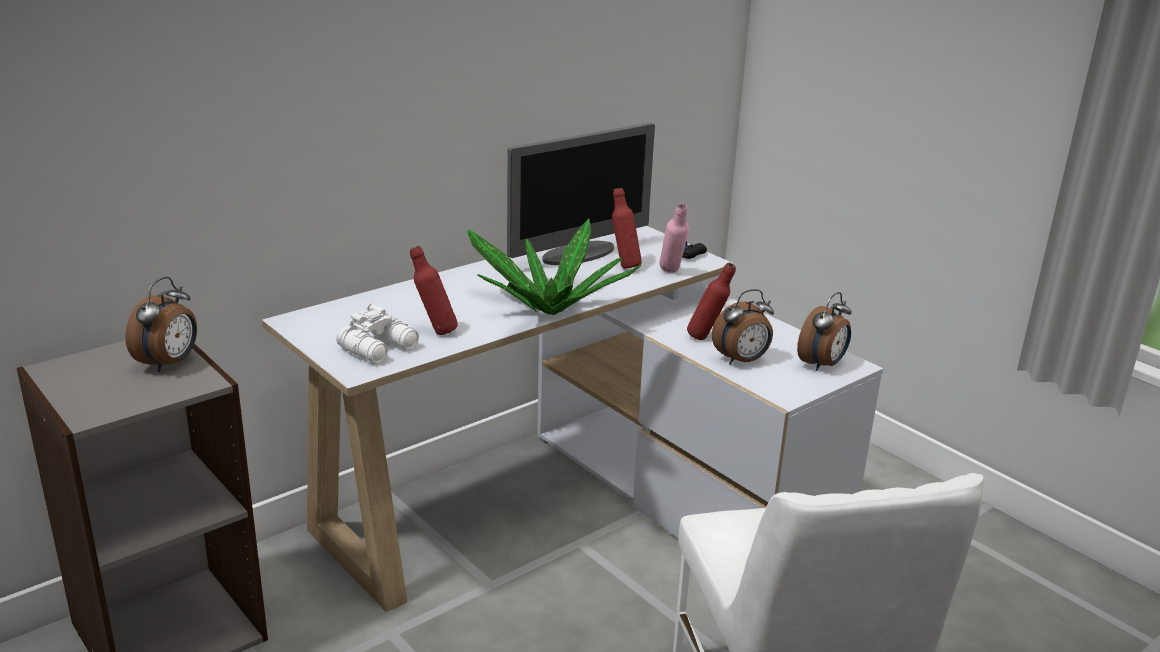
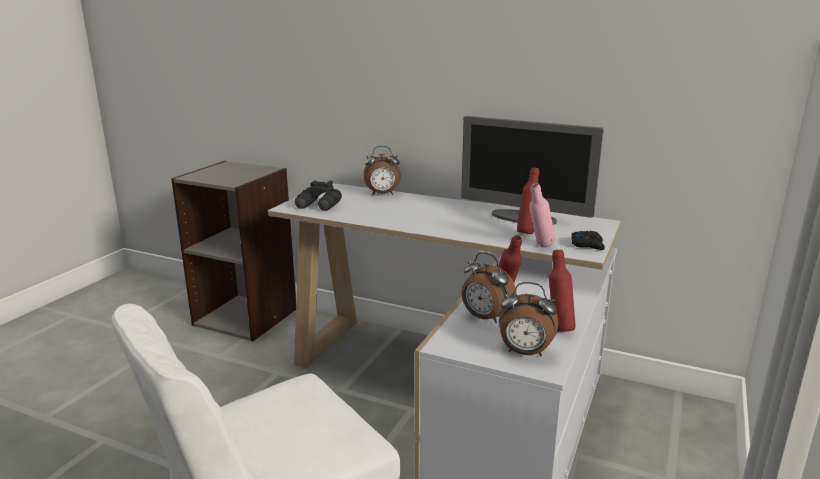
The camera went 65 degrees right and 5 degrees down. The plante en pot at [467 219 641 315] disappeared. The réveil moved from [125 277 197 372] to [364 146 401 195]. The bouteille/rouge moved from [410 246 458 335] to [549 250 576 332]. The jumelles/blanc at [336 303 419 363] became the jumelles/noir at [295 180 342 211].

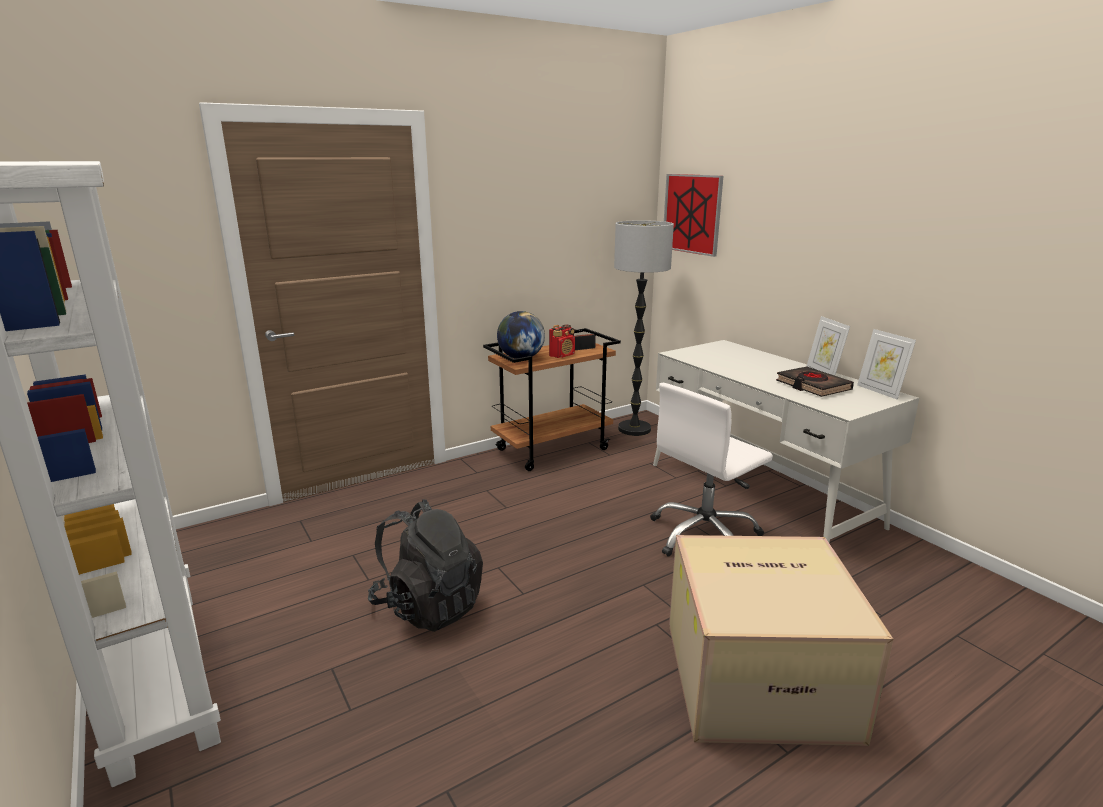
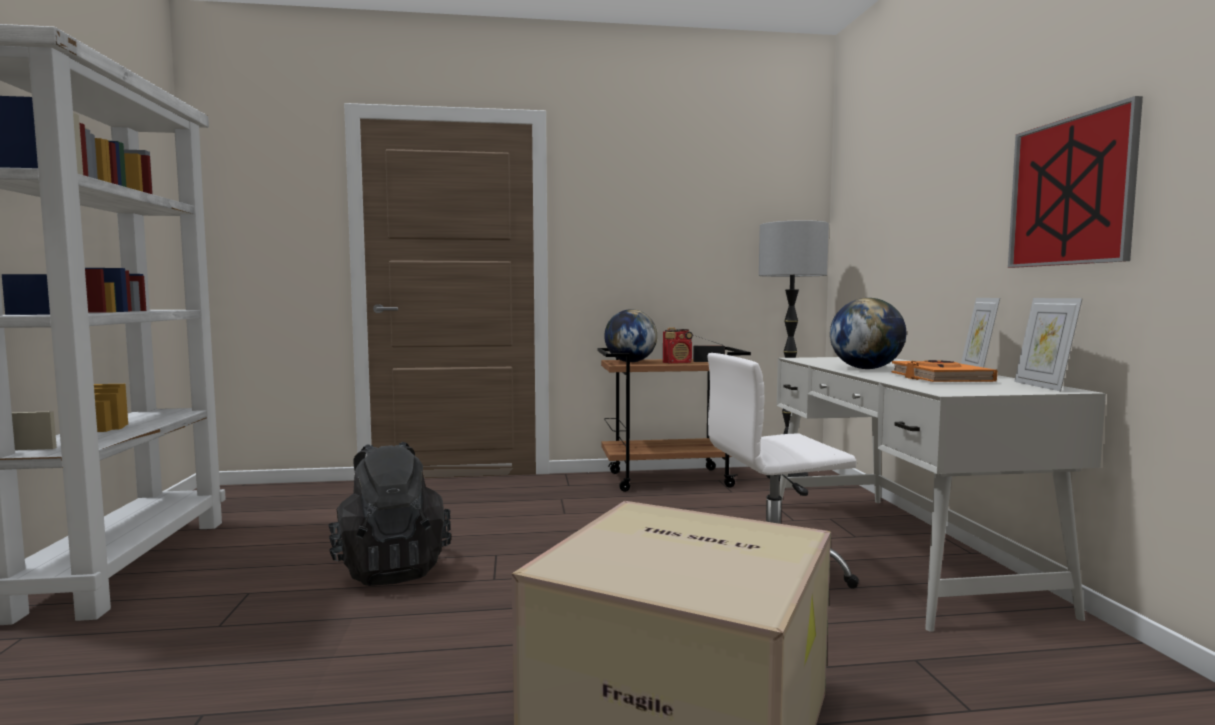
The camera went 25 degrees right and 15 degrees down. The globe at [830 298 906 369] appeared. The tableau moved from [664 174 723 257] to [1008 96 1143 268]. The livre/noir at [776 367 854 397] became the livre/orange at [892 360 997 382].

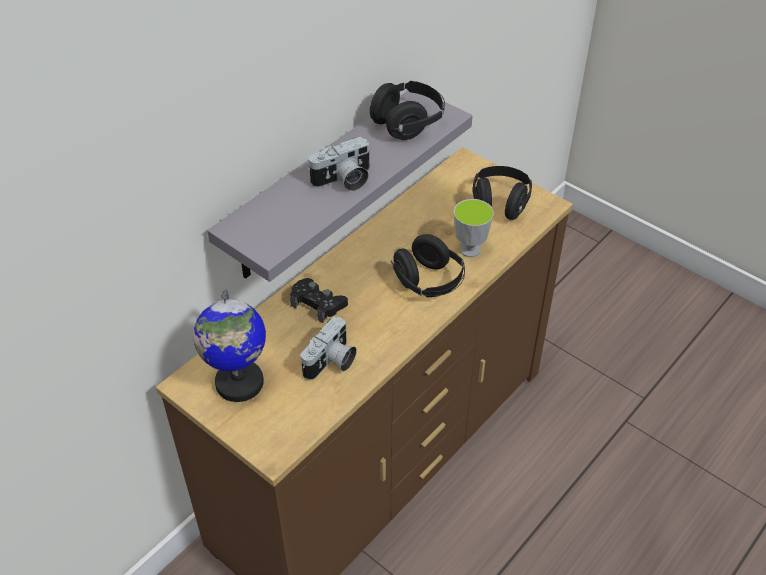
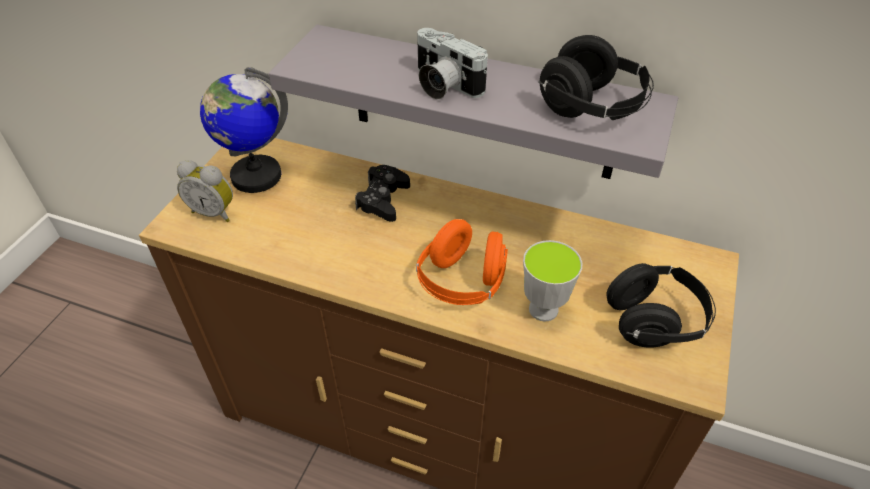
The camera went 70 degrees right and 0 degrees up. The appareil photo at [301 316 357 380] disappeared. The réveil at [177 160 233 222] appeared. The casque audio/noir at [391 234 465 298] became the casque audio/orange at [416 219 508 305].

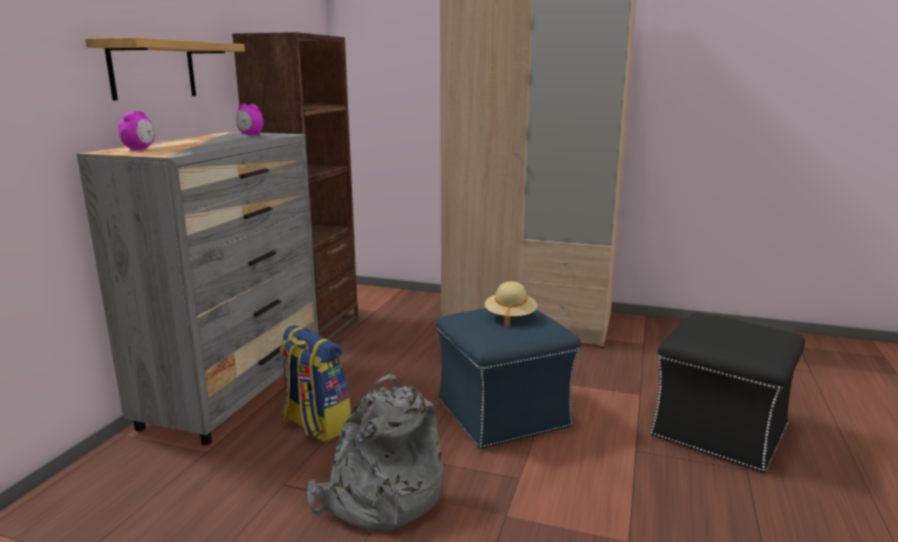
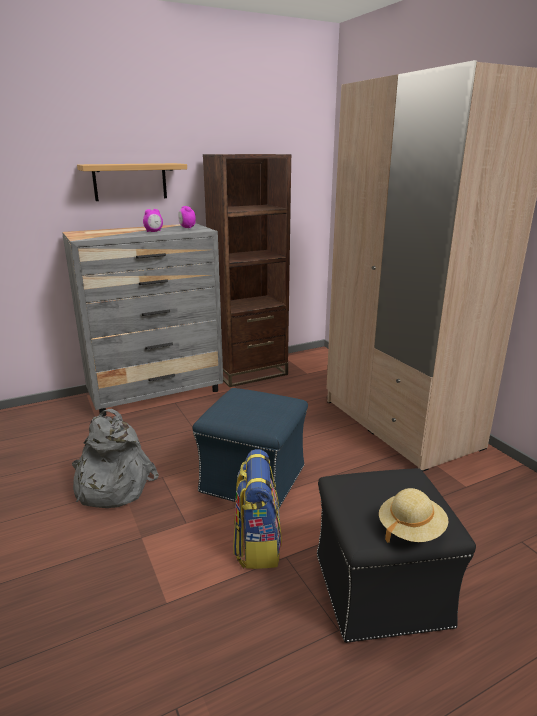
The camera went 45 degrees right and 5 degrees up. The réveil moved from [118 111 154 151] to [143 209 163 232]. The sac à dos moved from [280 325 351 442] to [233 449 282 569]. The chapeau/beige moved from [485 281 537 327] to [379 488 448 543].

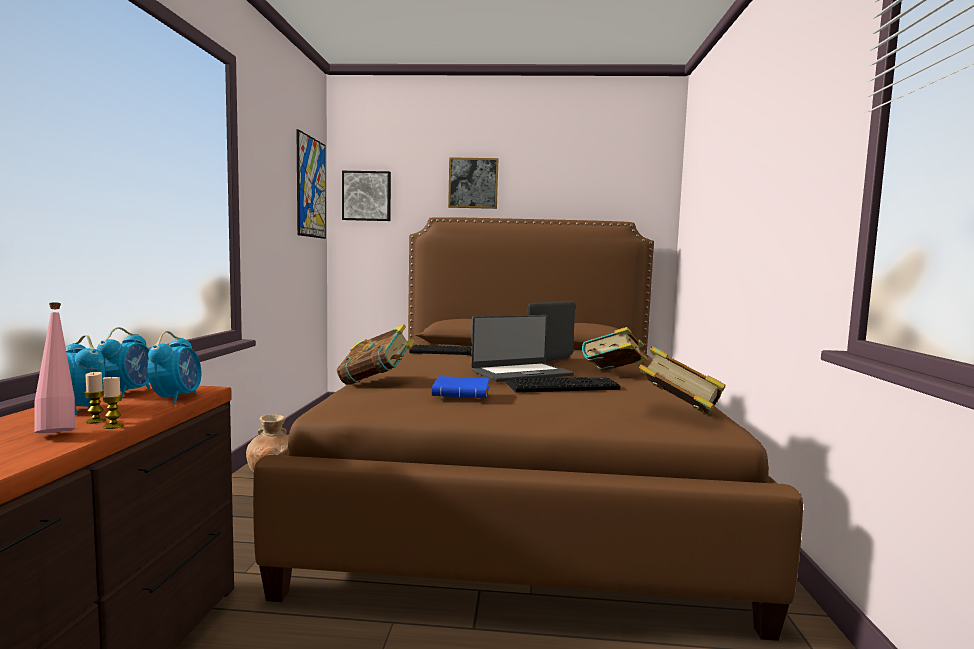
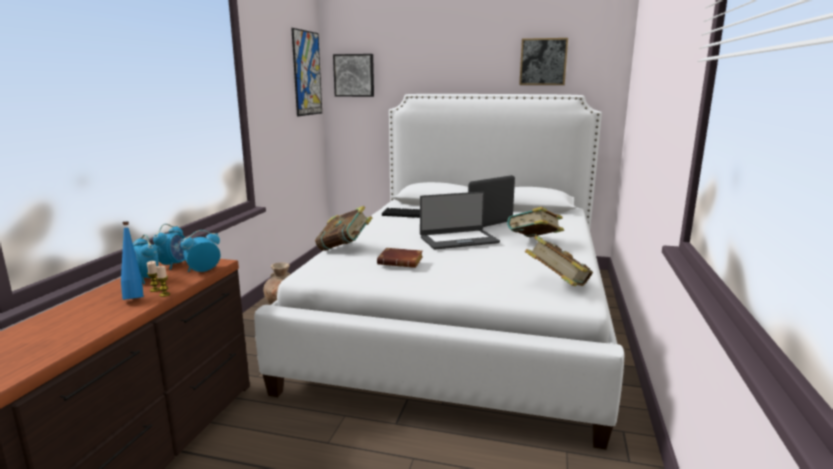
The camera went 10 degrees right and 10 degrees up. The clavier at [506 377 621 393] disappeared. The tableau moved from [448 157 498 209] to [519 38 568 85]. The bouteille/rose at [34 302 75 433] became the bouteille/bleu at [121 222 144 300]. The lit/marron at [253 217 803 641] became the lit/blanc at [254 94 624 450]. The livre/bleu at [431 376 489 398] became the livre/marron at [377 248 423 268]. The réveil at [148 331 201 404] turned 135 degrees counterclockwise.

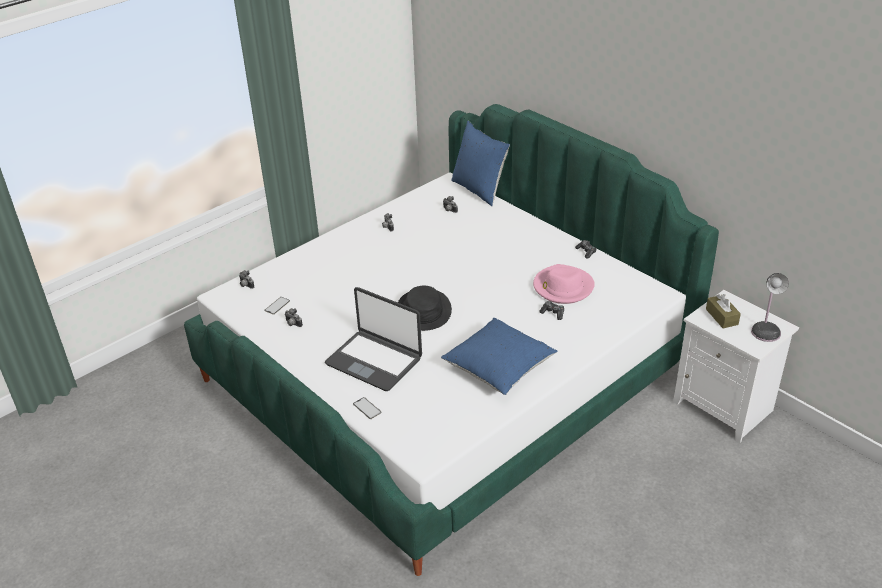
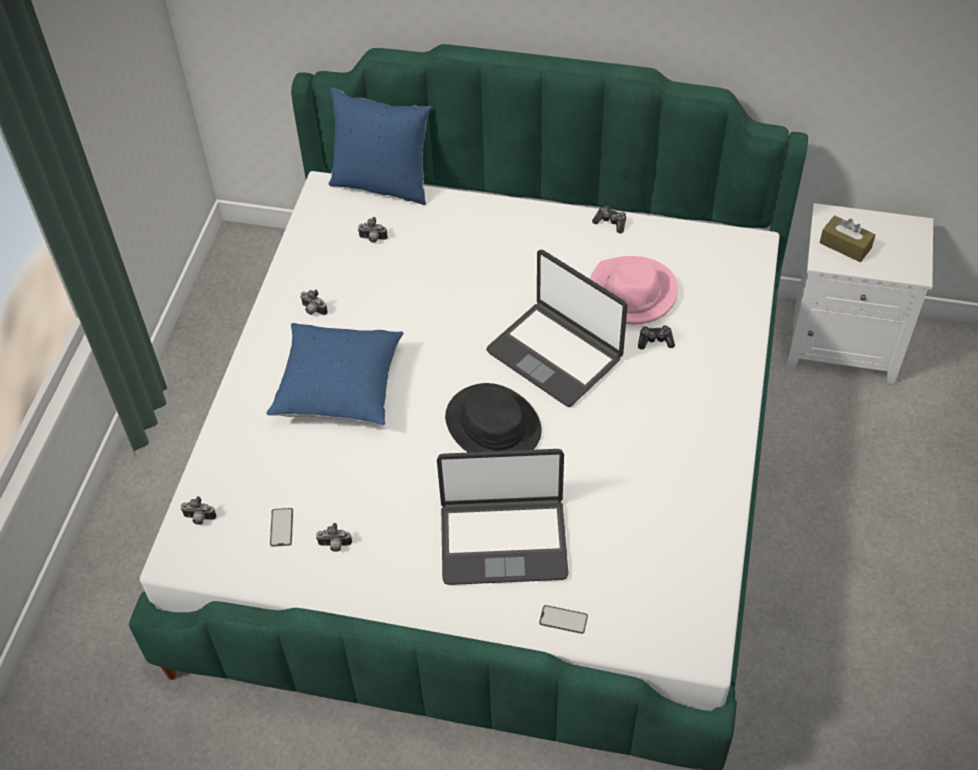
The camera went 35 degrees left and 15 degrees up. The lampe de table at [751 273 789 342] disappeared. The ordinateur portable at [486 250 628 407] appeared. The coussin/bleu moved from [441 318 558 395] to [266 323 403 425].

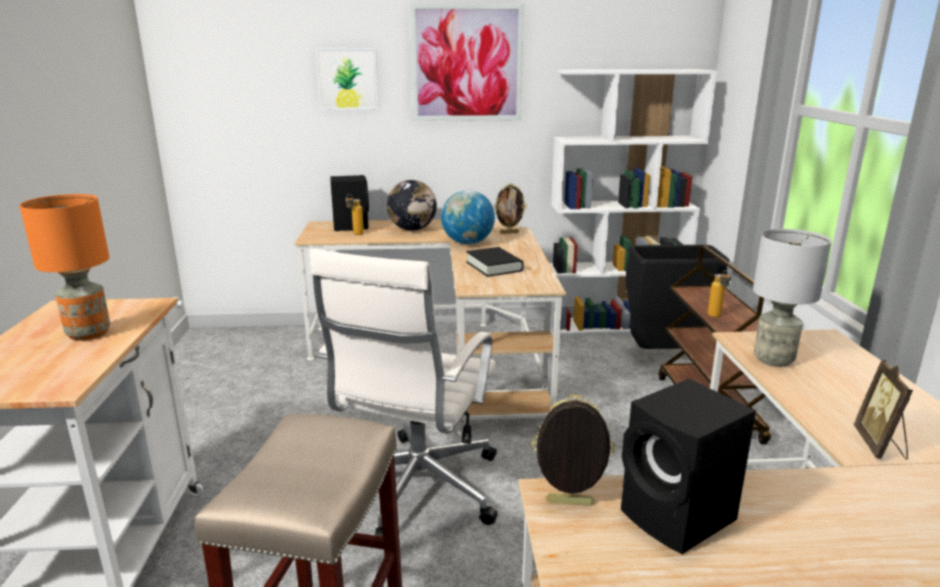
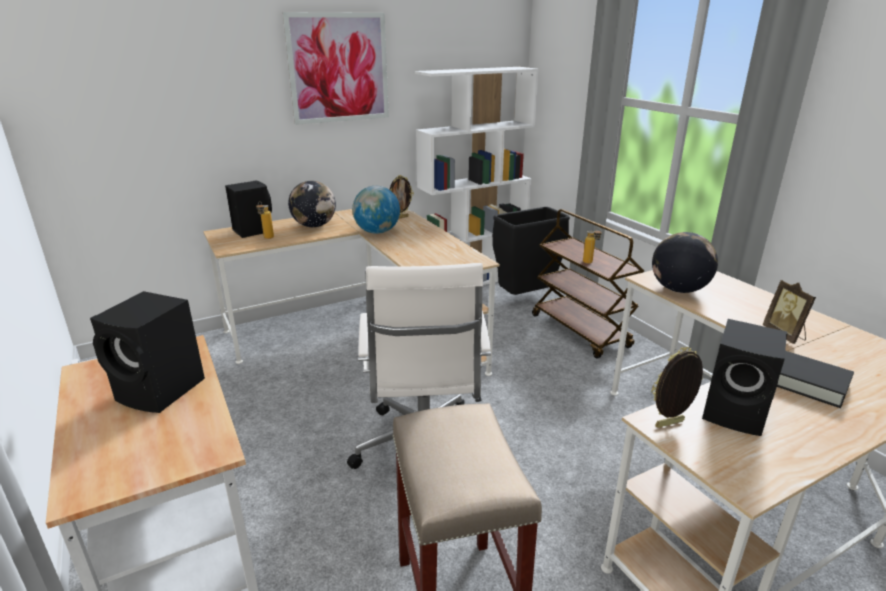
The camera went 25 degrees left and 5 degrees up. The tableau at [316 48 379 110] disappeared. The livre/noir moved from [466 247 524 277] to [777 351 854 408]. The lampe de table/orange at [19 194 110 340] was replaced by the enceinte/noir at [90 291 205 413]. The lampe de table/gris at [753 229 832 367] was replaced by the globe at [652 232 718 293].

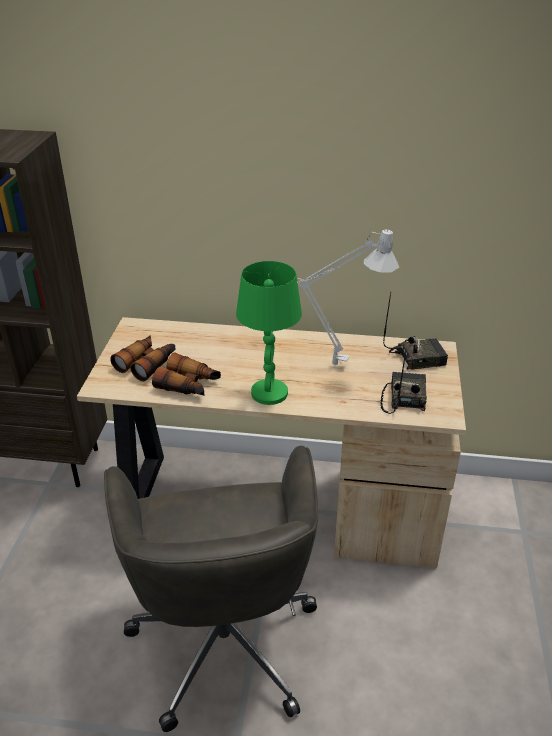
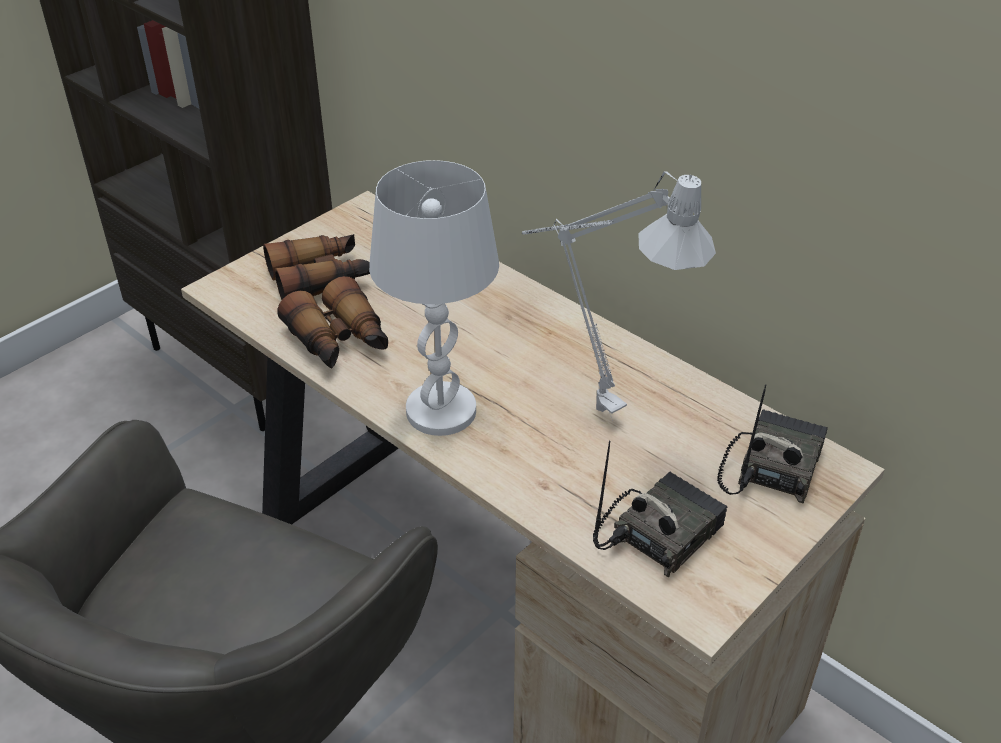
The camera went 35 degrees right and 5 degrees up. The lampe de table/vert at [236 261 302 405] became the lampe de table/blanc at [369 160 499 436]. The radio at [383 293 448 370] turned 90 degrees counterclockwise.

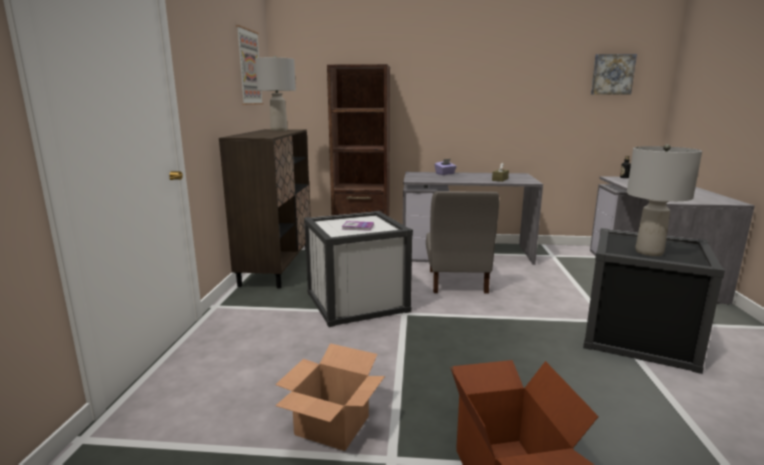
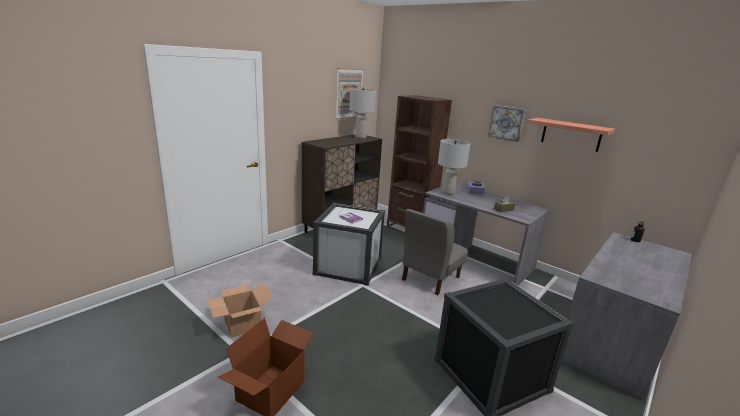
The camera went 35 degrees right and 5 degrees up. The étagère at [527 118 615 152] appeared. The tableau moved from [591 54 637 94] to [488 105 526 142]. The lampe de table/gris moved from [627 144 702 256] to [438 139 471 195].

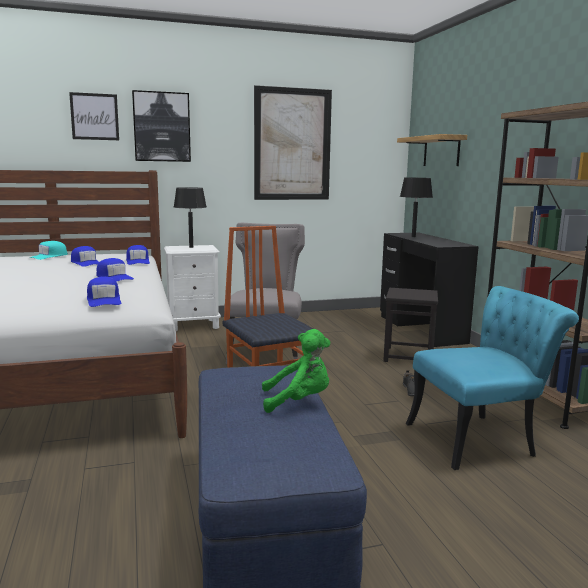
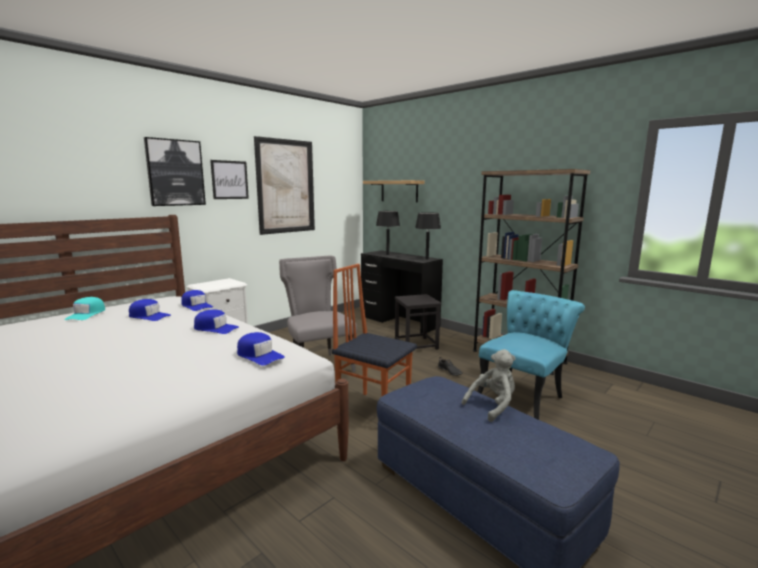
The camera went 30 degrees left and 0 degrees up. The tableau moved from [69 92 119 140] to [210 160 249 199]. The lampe de table/noir moved from [174 187 207 248] to [415 212 441 260]. The peluche/vert at [262 329 330 413] became the peluche/gris at [462 349 516 422].

